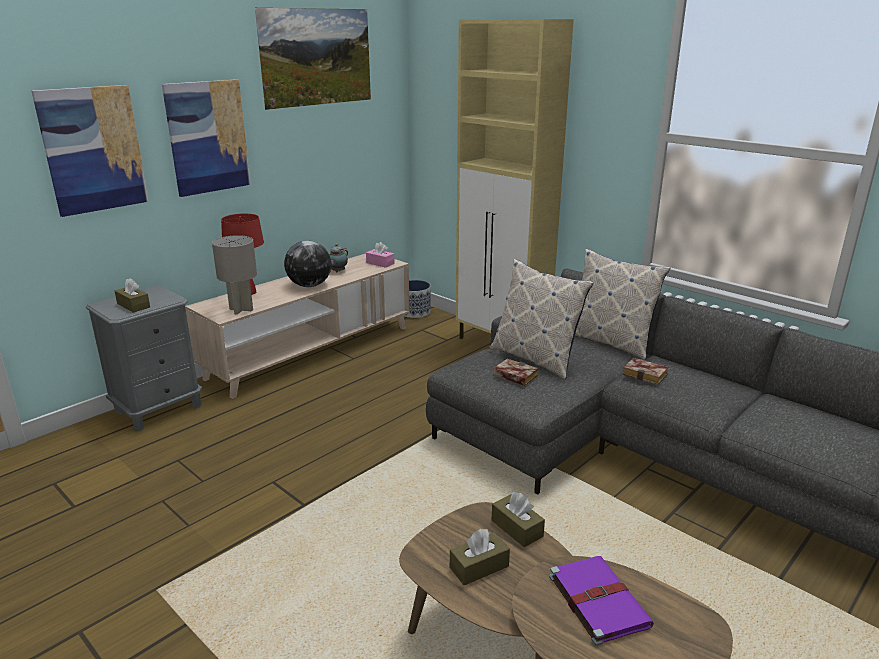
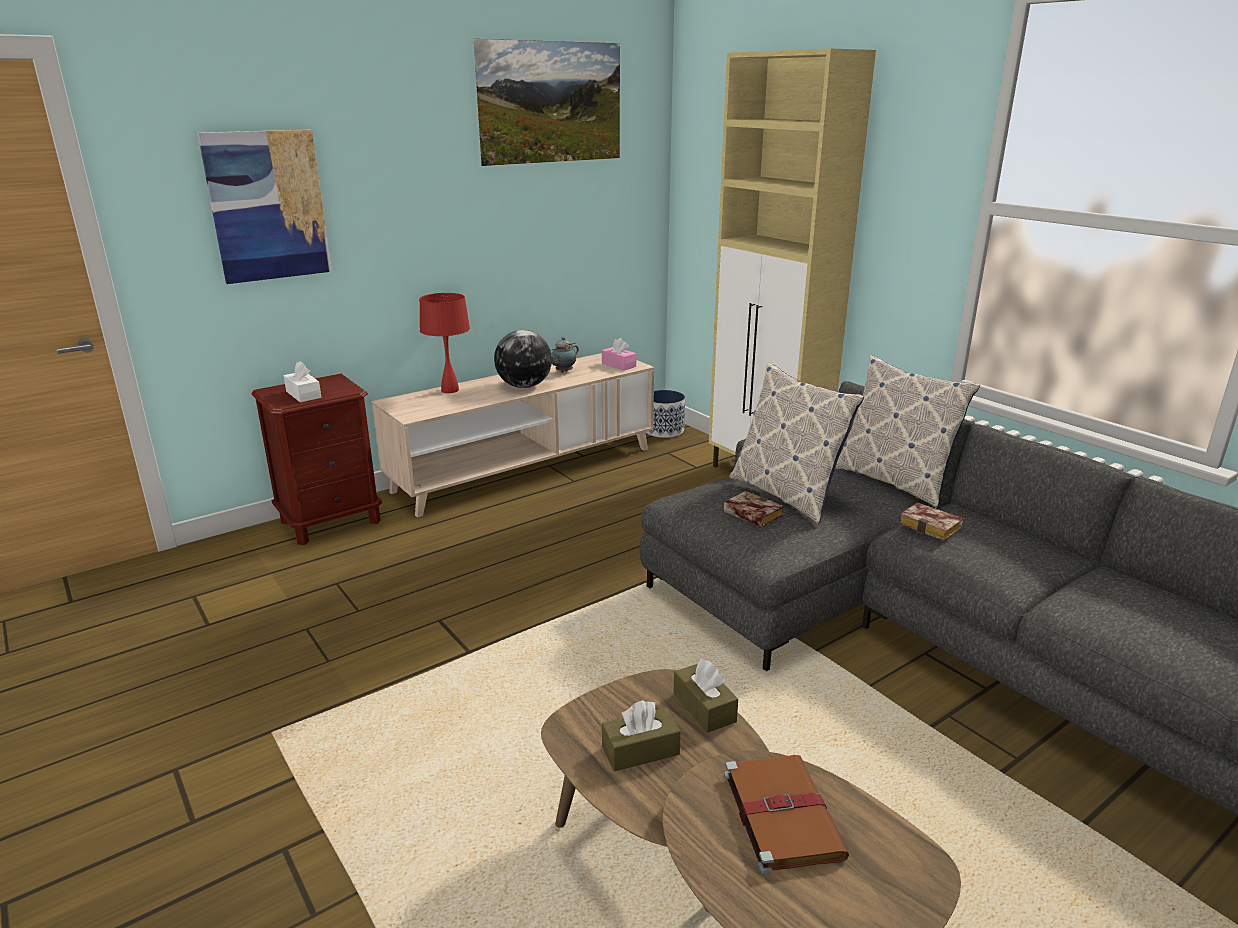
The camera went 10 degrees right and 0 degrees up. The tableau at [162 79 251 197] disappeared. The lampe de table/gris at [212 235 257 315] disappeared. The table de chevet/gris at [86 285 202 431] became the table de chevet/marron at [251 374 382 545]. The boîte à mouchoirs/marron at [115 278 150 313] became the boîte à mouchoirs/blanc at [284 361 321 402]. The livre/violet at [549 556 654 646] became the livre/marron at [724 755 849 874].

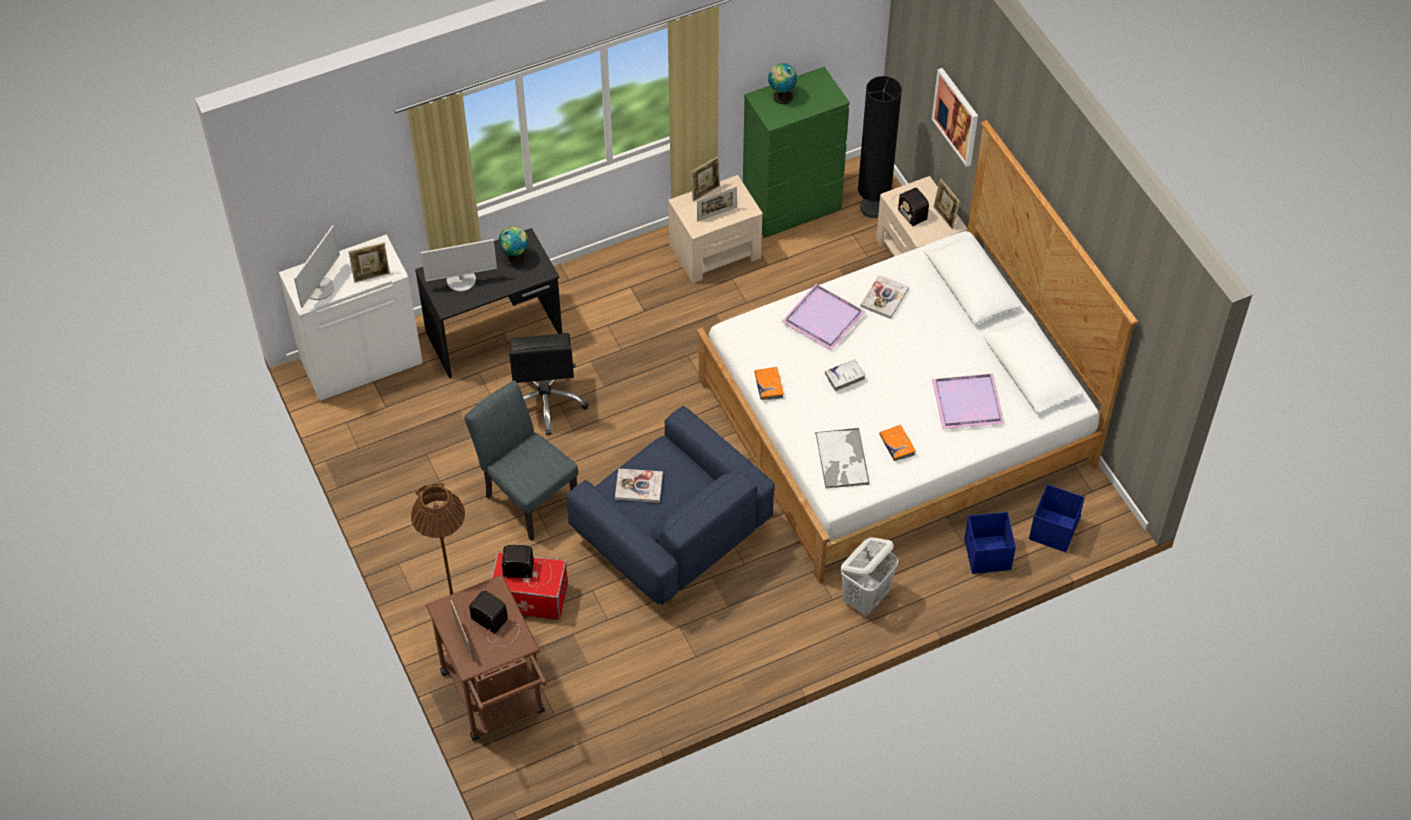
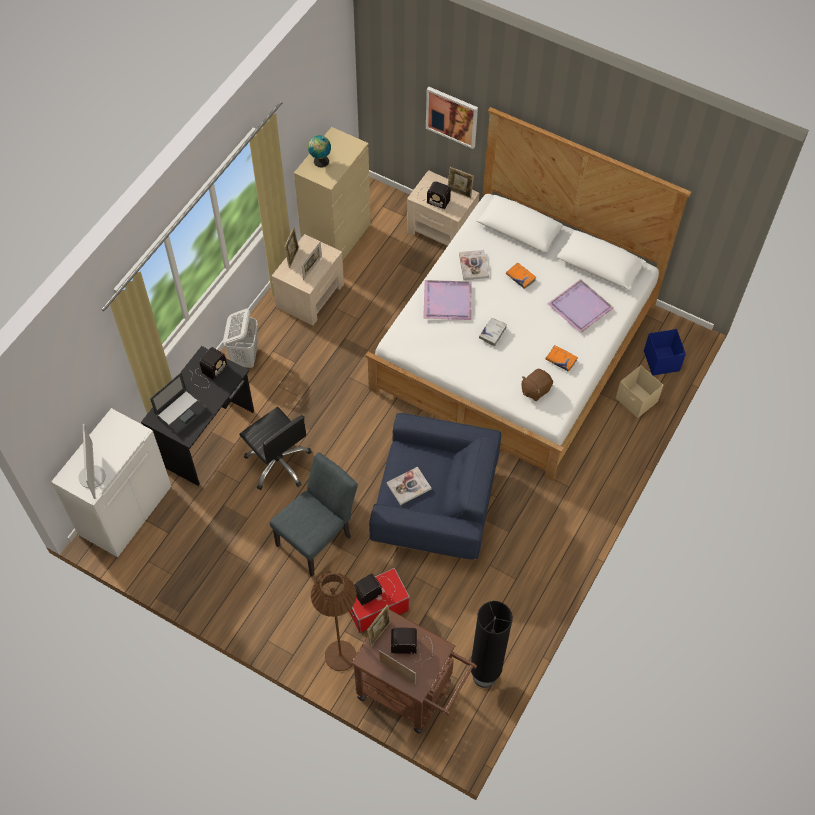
The camera went 35 degrees left and 5 degrees up. The cadre photo moved from [348 242 390 283] to [367 605 391 647]. The livre/orange moved from [755 367 784 400] to [506 262 537 289]. The panier à linge/blanc moved from [841 537 898 616] to [223 309 258 368]. The lampadaire/noir moved from [858 76 902 218] to [471 601 513 688]. The écran d'ordinateur at [421 239 497 292] was replaced by the ordinateur portable at [150 373 208 434]. The globe at [499 226 528 267] was replaced by the radio at [191 347 227 388]. The plateau at [815 428 870 488] was replaced by the peluche/marron at [522 369 553 401]. The commode/vert at [743 67 850 237] became the commode/beige at [294 127 371 261]. The boîte de rangement/bleu at [965 512 1016 574] became the boîte de rangement/beige at [616 365 663 418]. The chaise/gris at [464 380 579 541] turned 120 degrees clockwise.

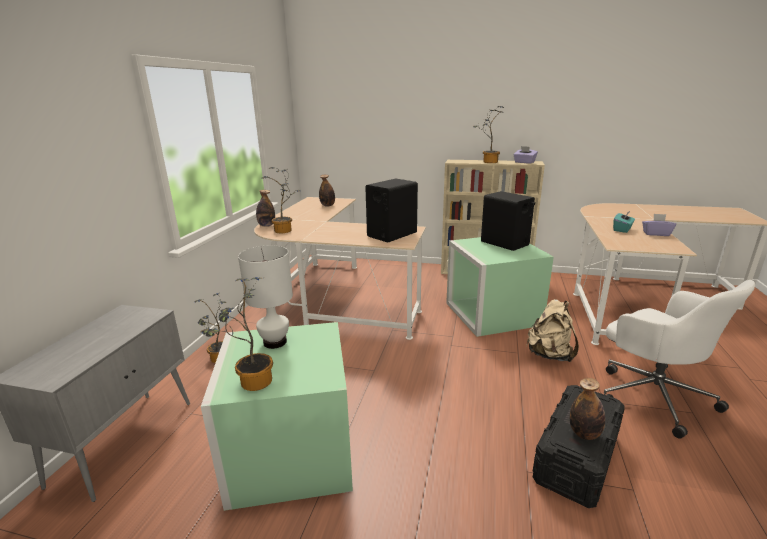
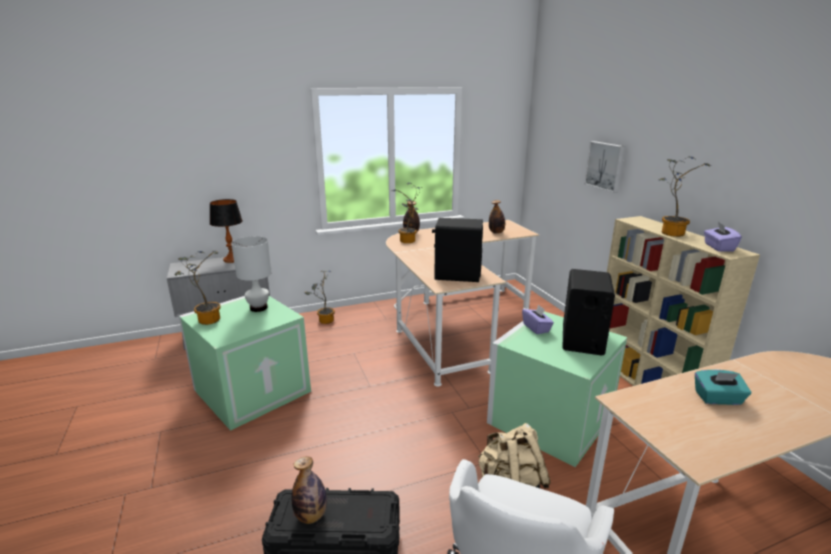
The camera went 55 degrees right and 0 degrees up. The lampe de table at [210 199 243 263] appeared. The tableau at [584 141 625 193] appeared. The boîte à mouchoirs/violet moved from [642 214 676 236] to [522 304 554 334].

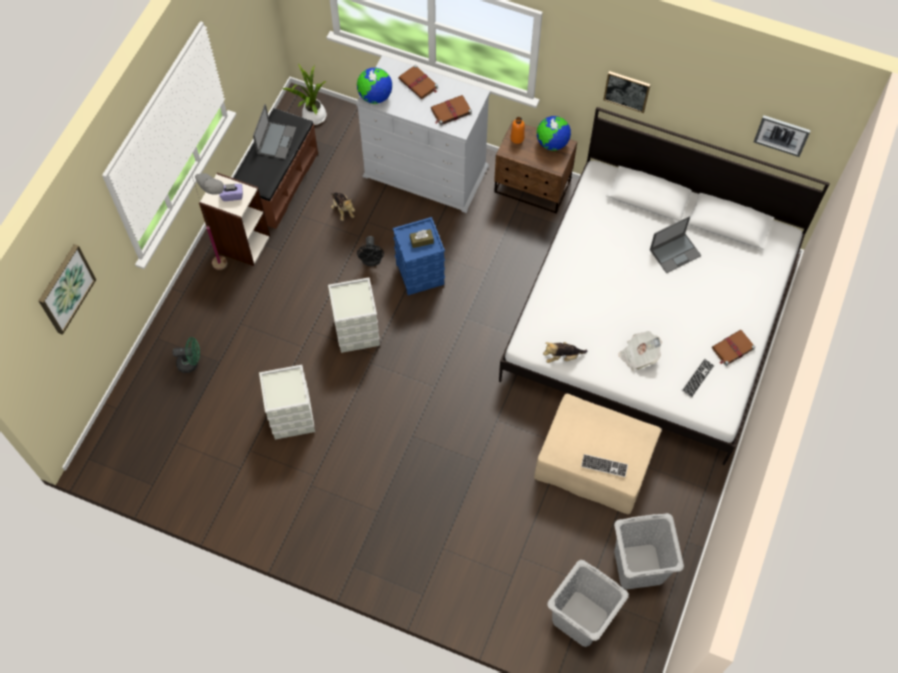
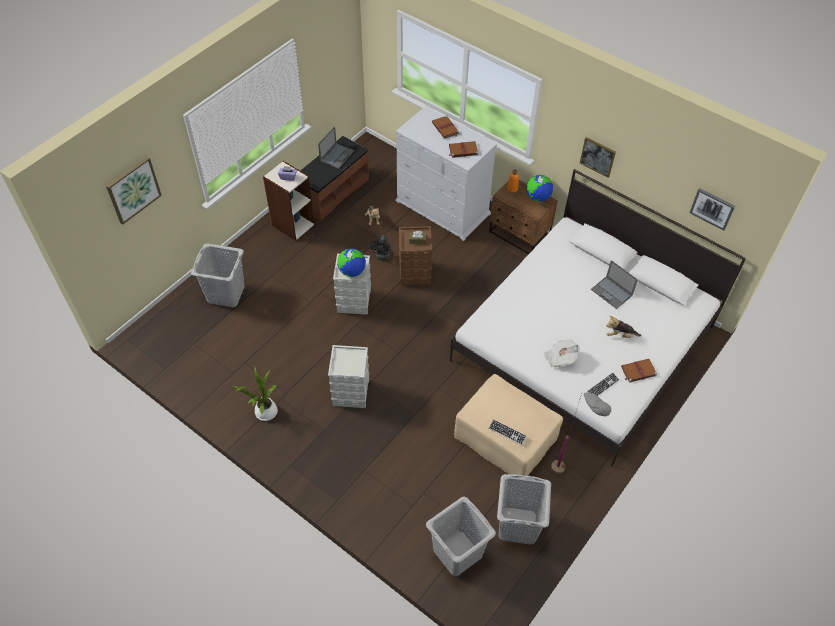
The camera went 15 degrees right and 10 degrees down. The lampadaire/gris moved from [192 173 227 270] to [551 392 611 473]. The boîte de rangement/gris moved from [259 365 315 440] to [328 345 369 408]. The plante en pot moved from [282 64 326 125] to [233 366 278 421]. The globe moved from [357 68 392 104] to [337 248 366 277]. The peluche moved from [543 342 587 363] to [606 316 641 338]. The ventilateur/vert at [173 337 200 373] was replaced by the panier à linge/gris at [191 243 245 307]. The boîte de rangement/bleu at [393 217 445 295] became the boîte de rangement/marron at [399 226 433 286]. The ordinateur portable at [650 216 702 274] turned 60 degrees clockwise.

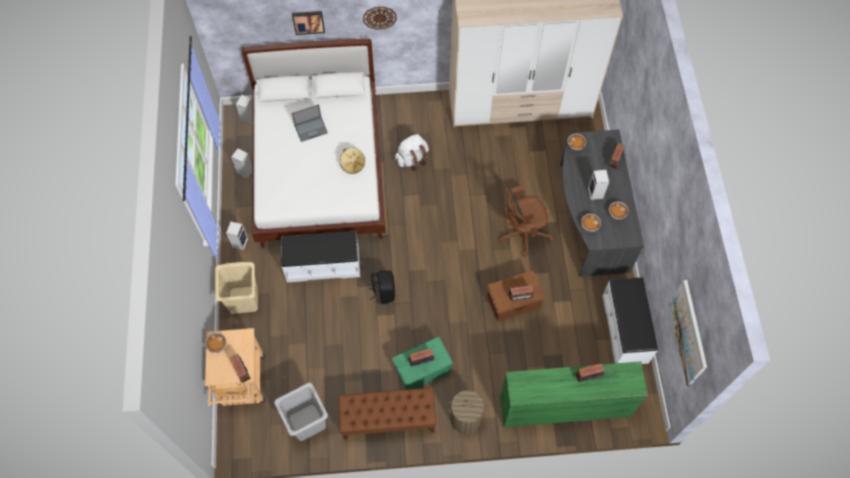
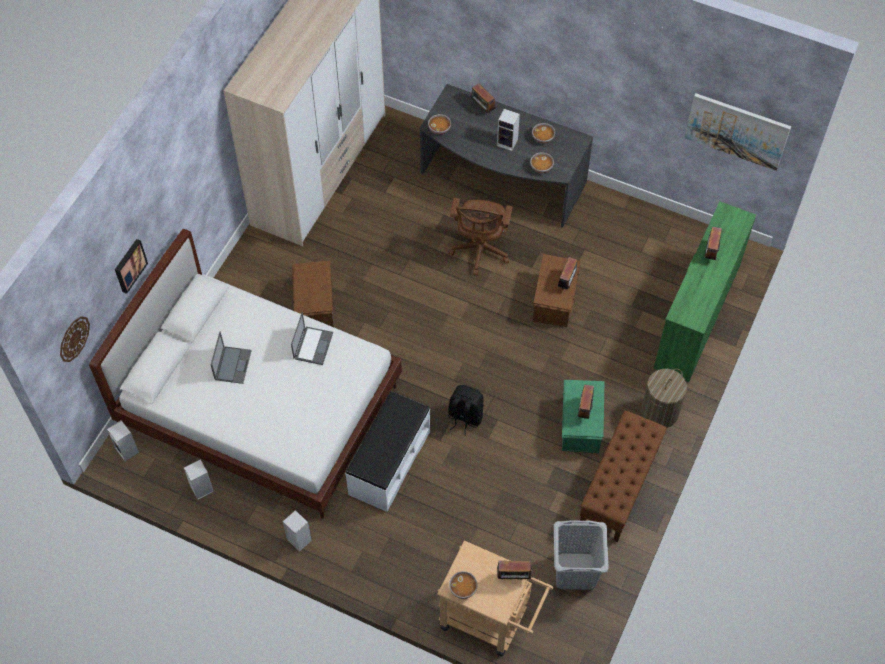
The camera went 60 degrees left and 5 degrees down. The panier à linge/beige at [215 262 258 314] disappeared. The banc/blanc at [602 277 658 364] disappeared. The horloge murale moved from [363 7 397 30] to [60 316 90 362]. The chapeau/beige at [340 148 365 174] was replaced by the ordinateur portable at [291 312 333 365]. The sac à dos/blanc at [395 134 429 171] was replaced by the boîte de rangement/marron at [292 260 334 327].

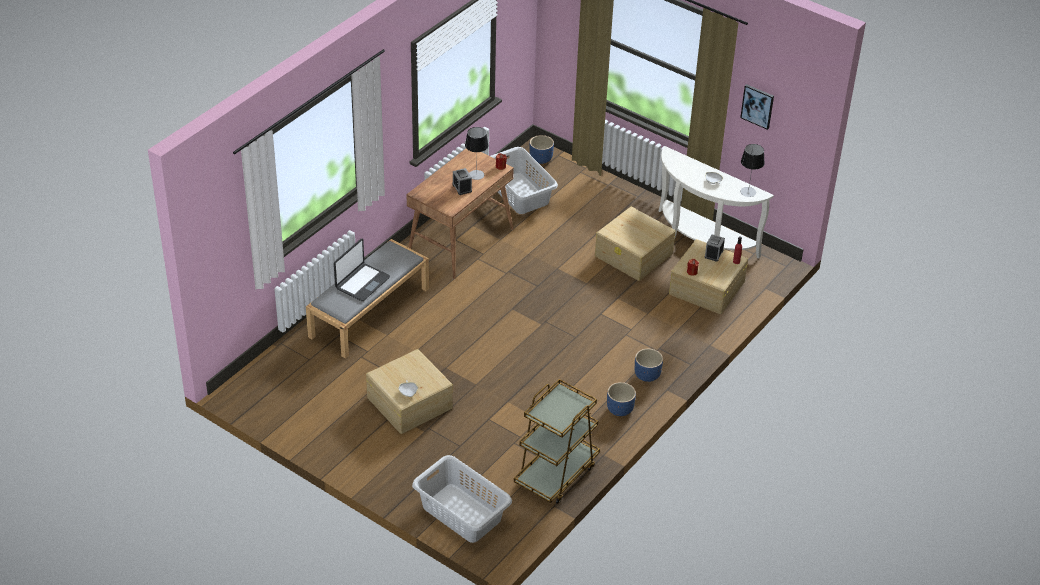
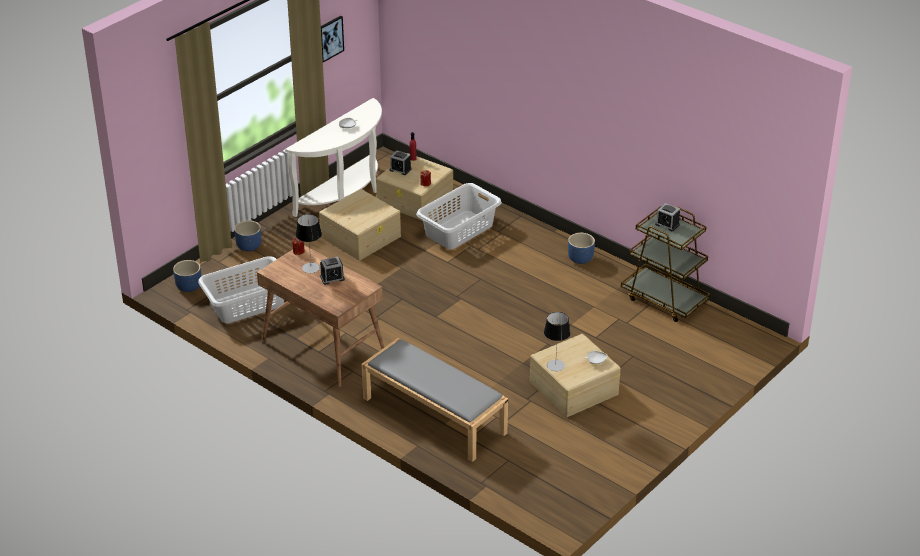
The camera went 85 degrees left and 5 degrees down. The ordinateur portable at [334 239 390 301] disappeared. The réveil at [655 203 680 231] appeared. The panier à linge/gris moved from [412 455 512 543] to [416 183 502 249]. The cache-pot/bleu moved from [634 349 663 382] to [234 221 262 252]. The lampe de table moved from [740 144 765 197] to [544 312 571 371].

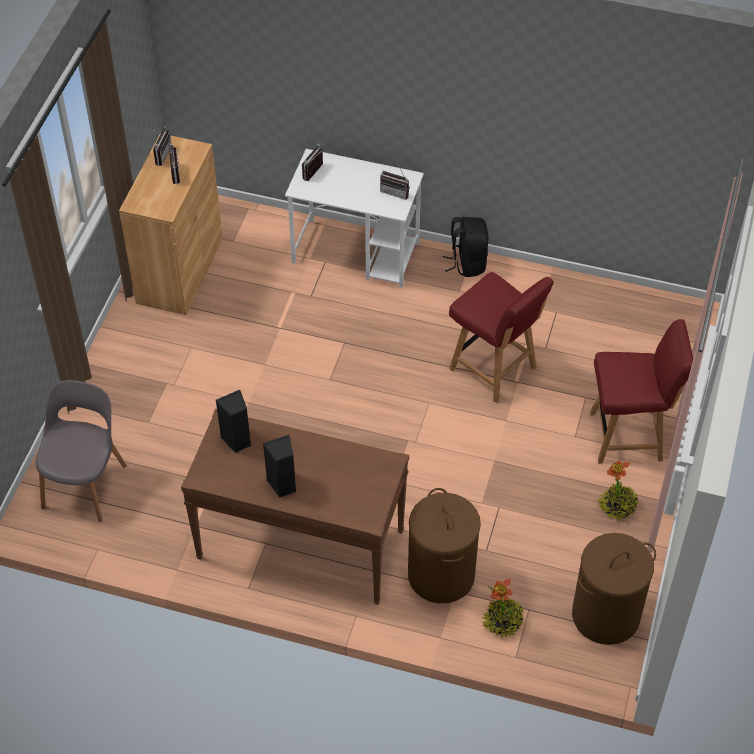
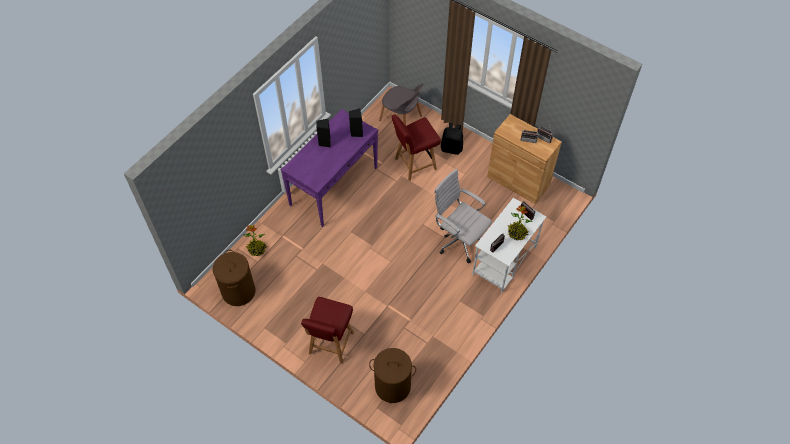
The camera went 110 degrees right and 5 degrees up. The chaise de bureau/blanc at [434 169 492 264] appeared. The panier à linge/marron moved from [408 488 481 604] to [369 348 416 403]. The sac à dos/noir moved from [443 217 488 277] to [441 123 463 155]. The chaise/rouge moved from [449 272 554 403] to [391 115 441 181]. The plante en pot moved from [597 461 639 520] to [508 205 533 240]. The table console/marron at [181 409 409 605] became the table console/violet at [281 109 378 227].

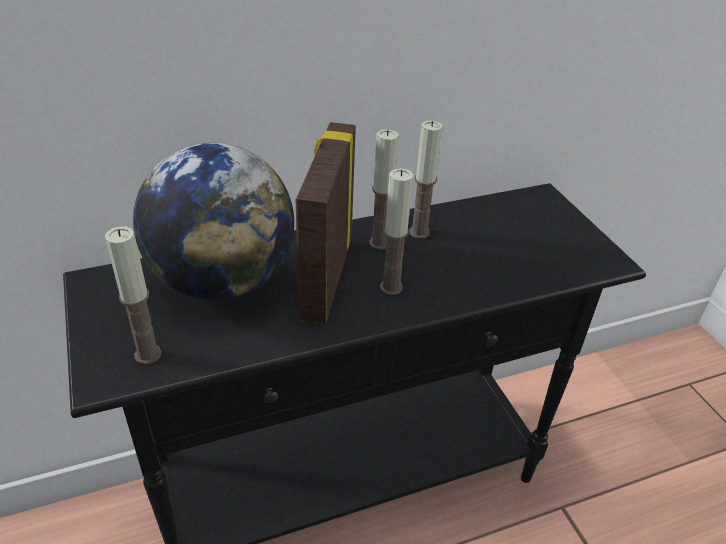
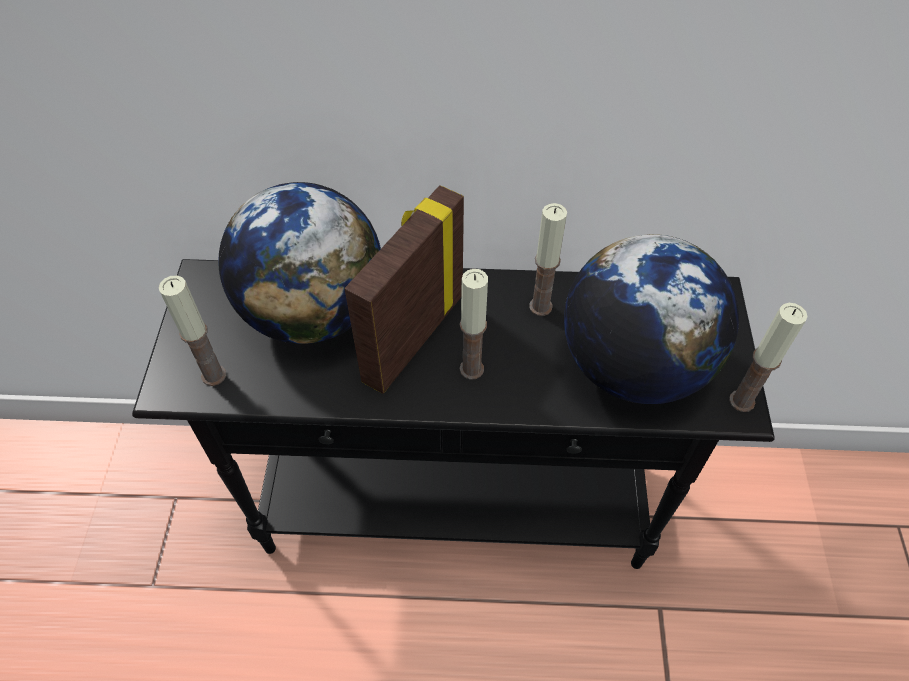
The camera went 25 degrees right and 15 degrees up. The globe at [564 234 739 404] appeared. The bougie moved from [369 129 399 250] to [729 303 808 412].

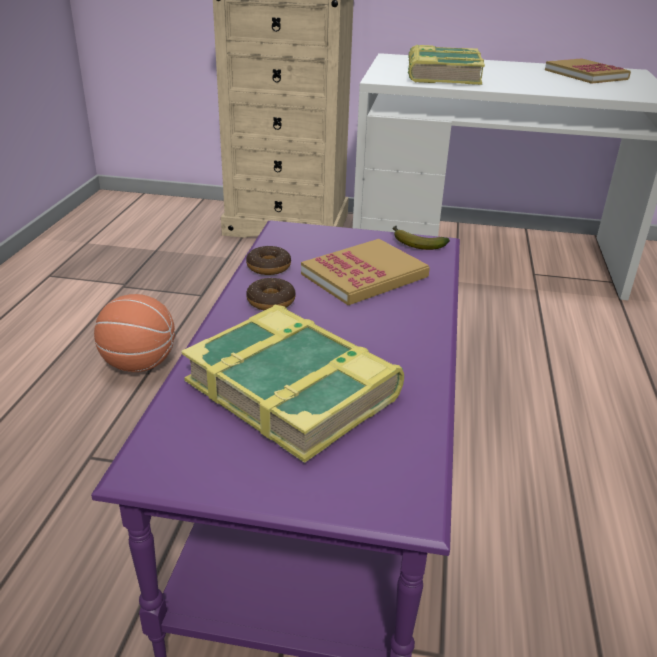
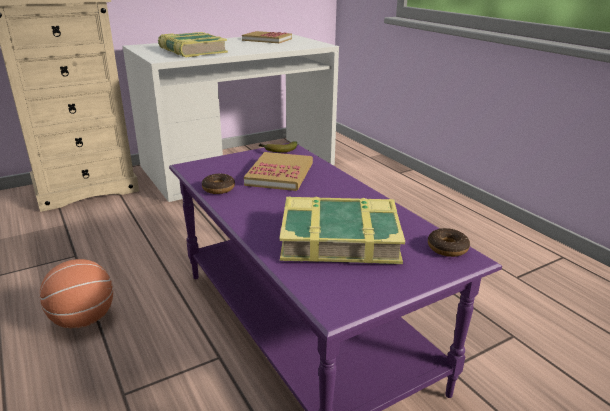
The camera went 40 degrees left and 5 degrees down. The beignet moved from [246 278 296 310] to [428 228 470 257].

